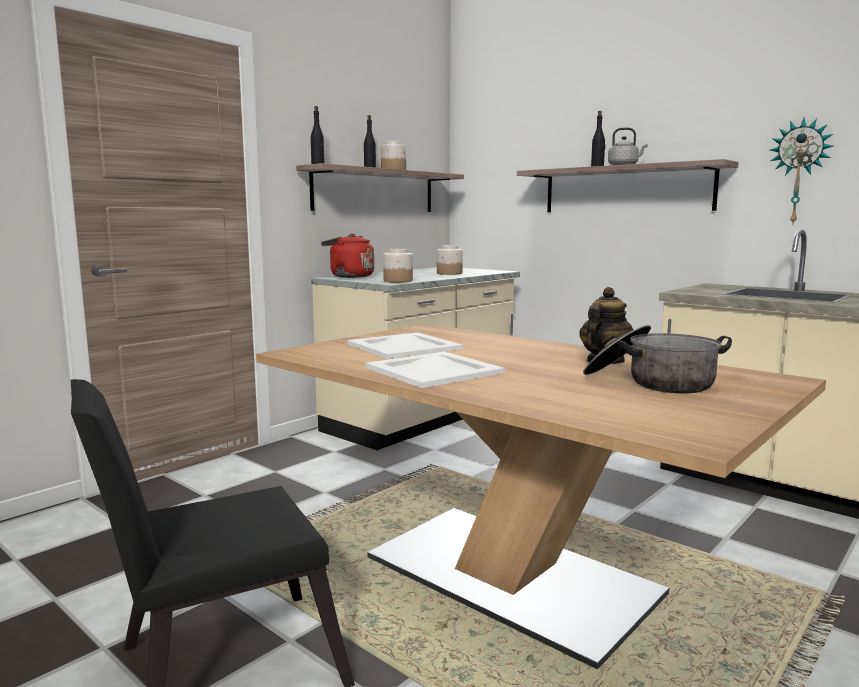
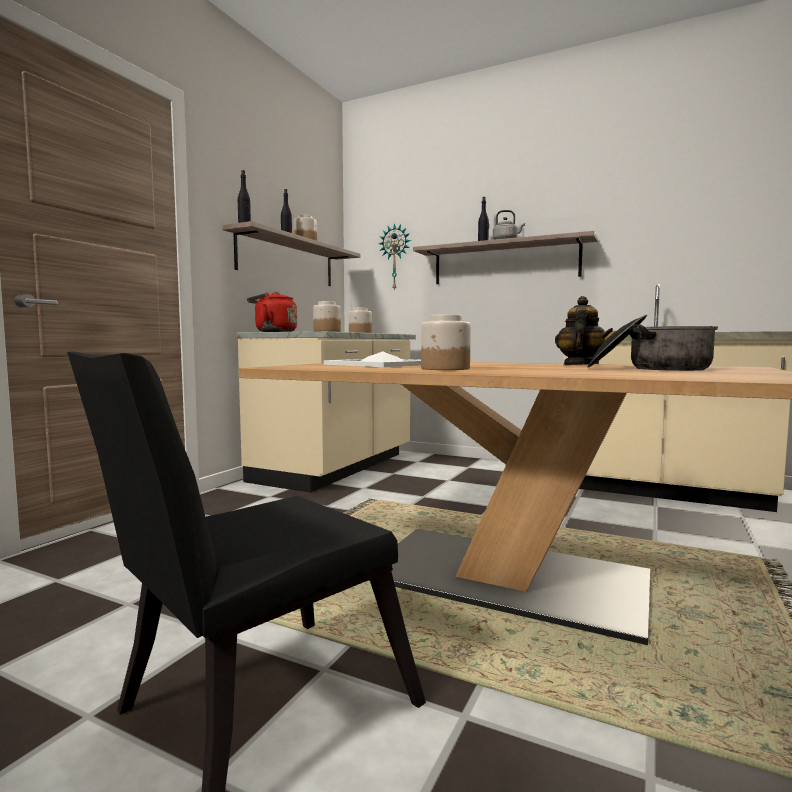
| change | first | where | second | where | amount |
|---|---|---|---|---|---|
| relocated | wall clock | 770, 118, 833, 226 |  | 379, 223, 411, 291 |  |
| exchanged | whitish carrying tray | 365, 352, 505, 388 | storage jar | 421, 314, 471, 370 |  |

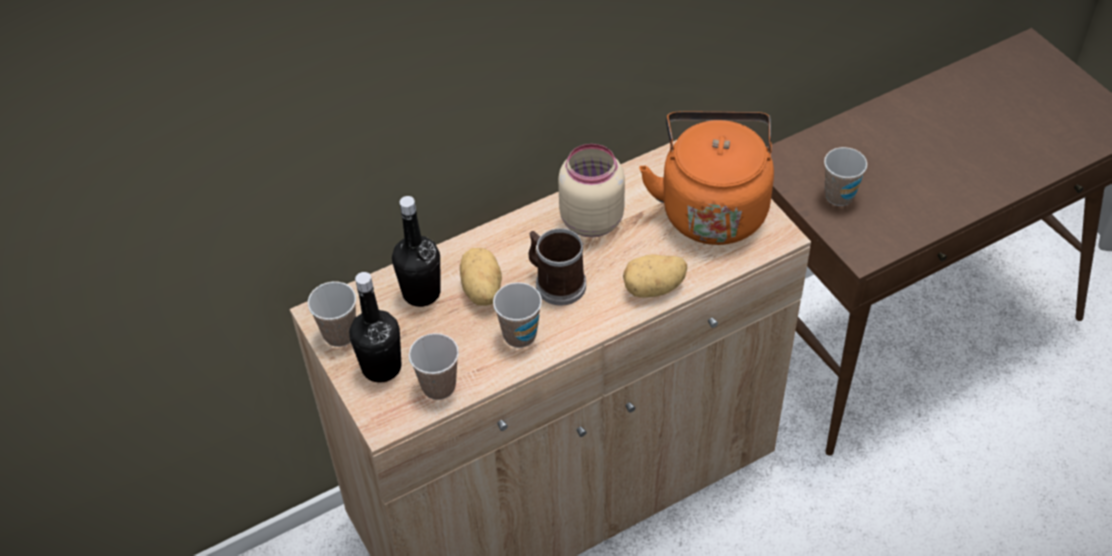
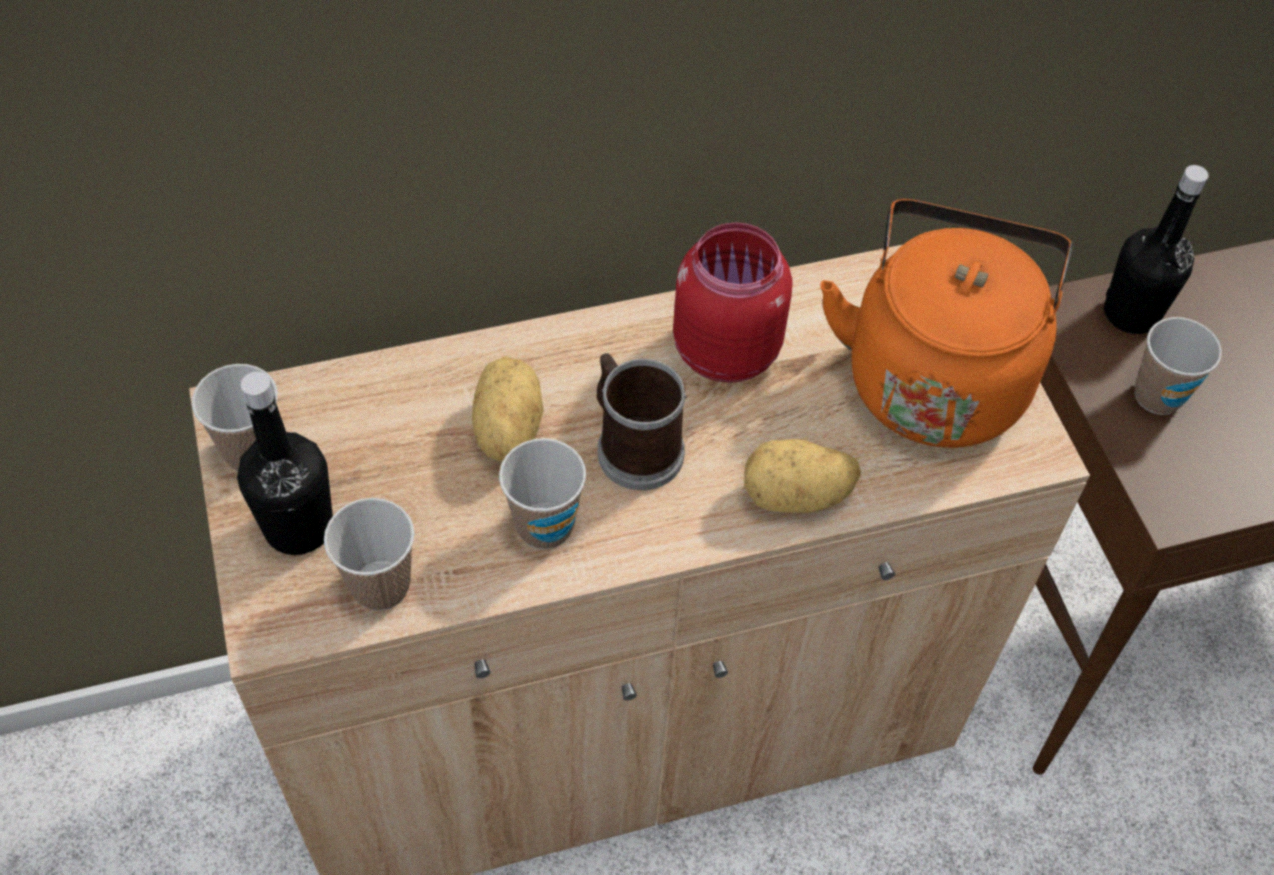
| change | first | where | second | where | amount |
|---|---|---|---|---|---|
| colour | beige storage jar | 558, 144, 625, 238 | red storage jar | 673, 223, 793, 383 |  |
| relocated | black bottle | 392, 196, 441, 307 |  | 1104, 165, 1209, 334 |  |

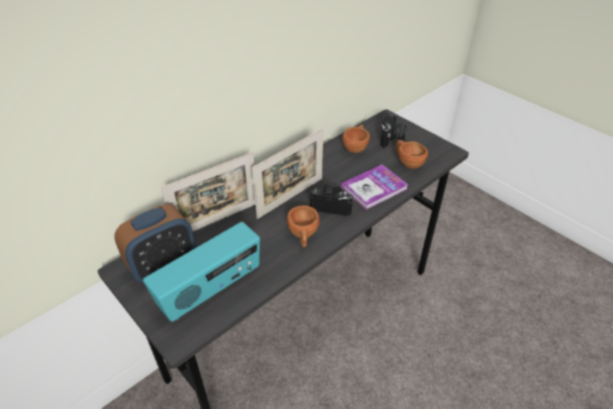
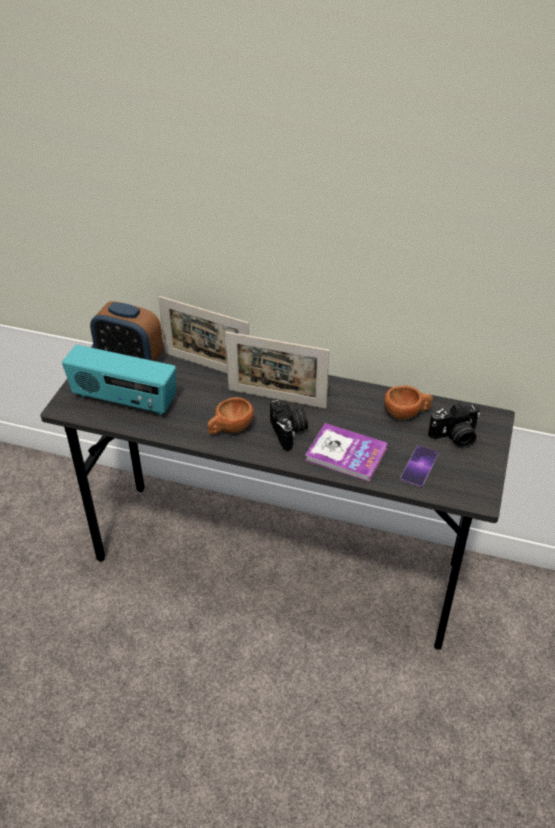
| change | first | where | second | where | amount |
|---|---|---|---|---|---|
| exchanged | brown-coloured cup | 396, 140, 428, 169 | telephone | 400, 445, 439, 487 |  |

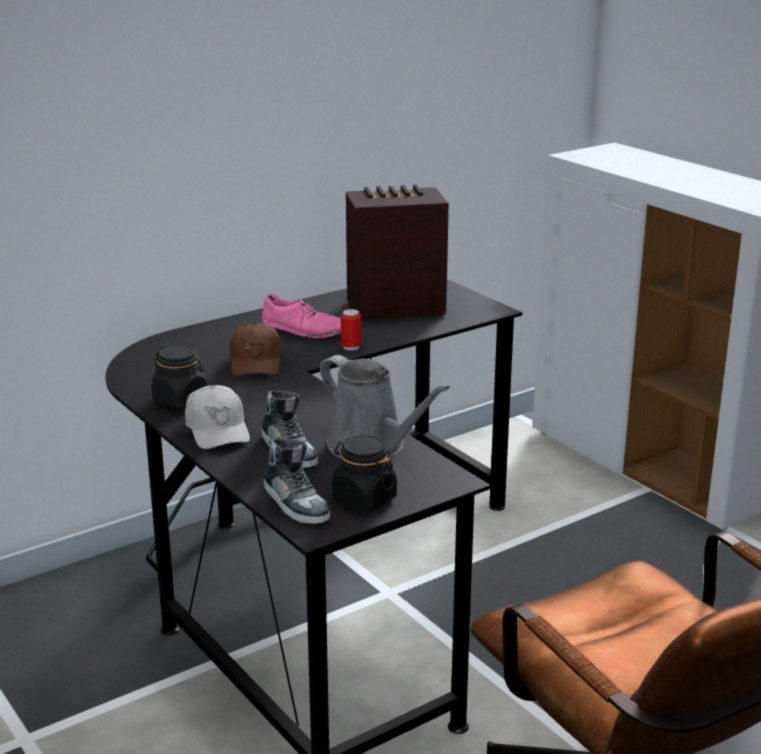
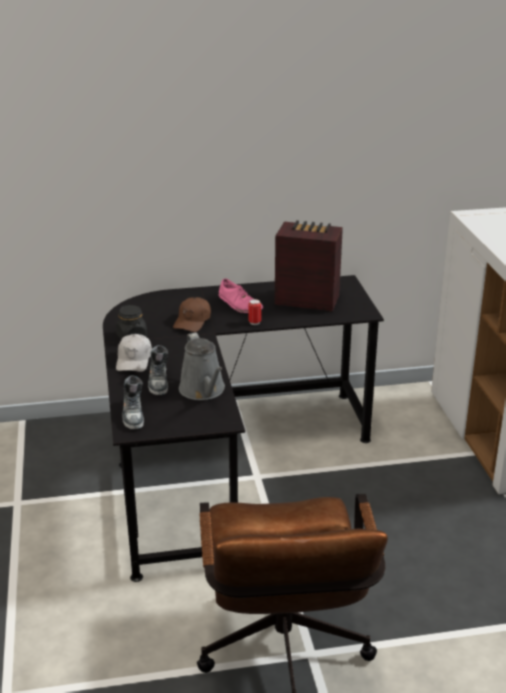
| change | first | where | second | where | amount |
|---|---|---|---|---|---|
| missing | black storage jar | 332, 435, 397, 512 |  |  |  |

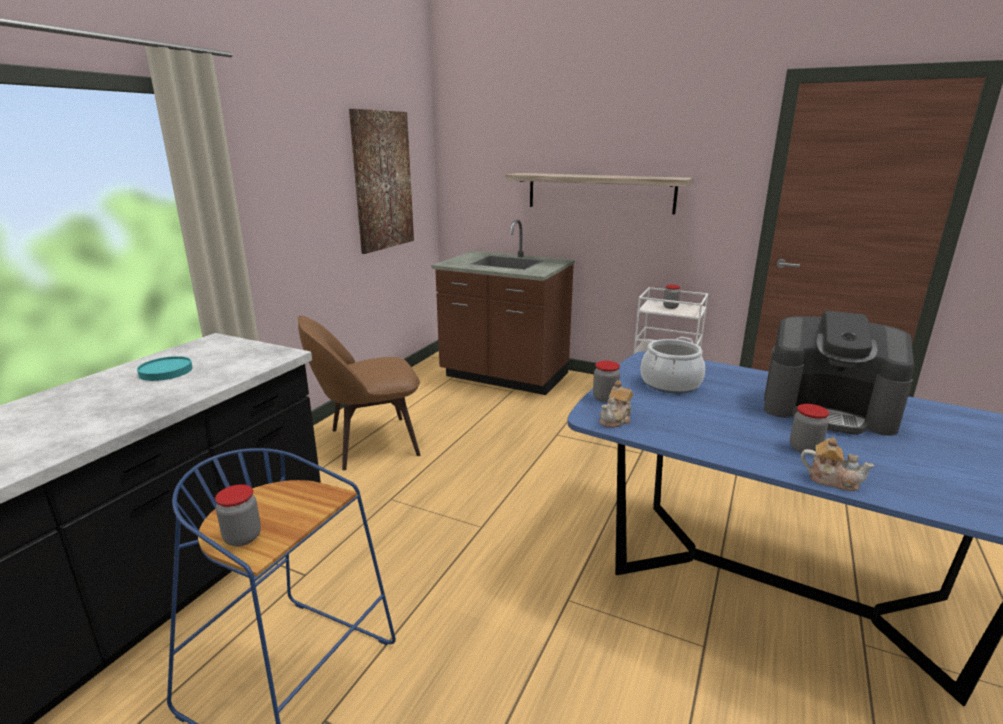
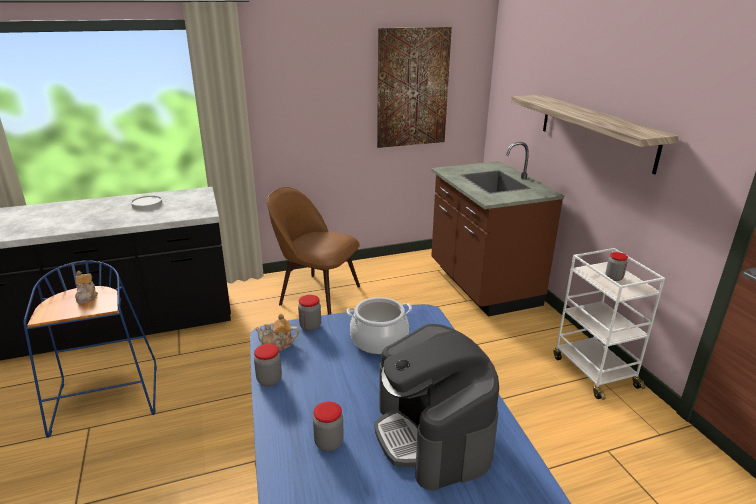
| change | first | where | second | where | amount |
|---|---|---|---|---|---|
| relocated | pot for tea | 801, 437, 875, 491 |  | 75, 271, 98, 304 |  |
| colour | turquoise plate | 137, 356, 193, 381 | whitish plate | 131, 195, 162, 210 |  |
| relocated | storage jar | 215, 485, 261, 546 |  | 254, 344, 282, 386 |  |

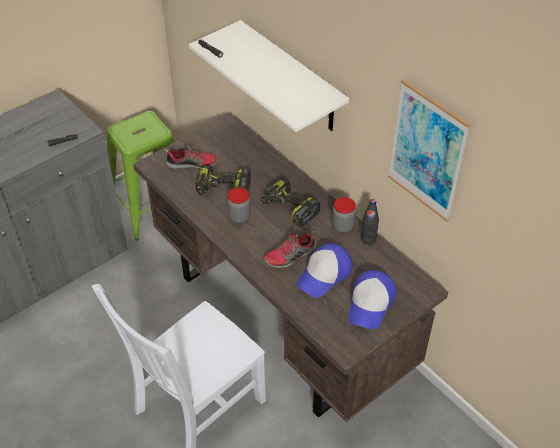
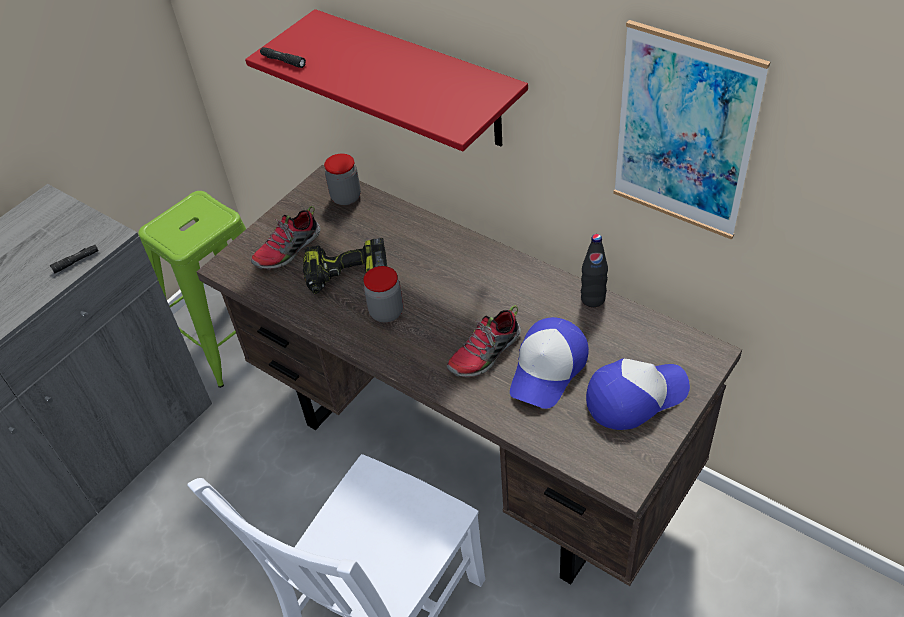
| change | first | where | second | where | amount |
|---|---|---|---|---|---|
| colour | whitish bracket shelf | 189, 20, 350, 132 | red bracket shelf | 245, 9, 528, 151 |  |
| spun | shoe | 165, 146, 218, 169 |  | 251, 206, 320, 270 | 150 degrees clockwise |
| relocated | storage jar | 332, 197, 356, 233 |  | 324, 154, 361, 205 |  |
| spun | cap | 348, 270, 396, 330 |  | 586, 358, 690, 430 | 120 degrees counterclockwise |
| missing | power drill | 261, 177, 320, 227 |  |  |  |

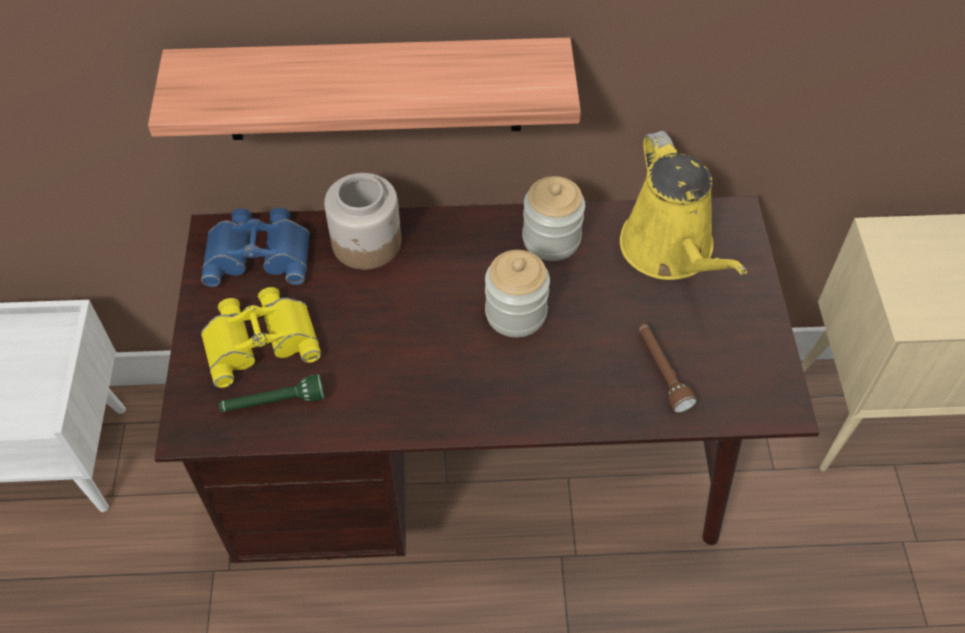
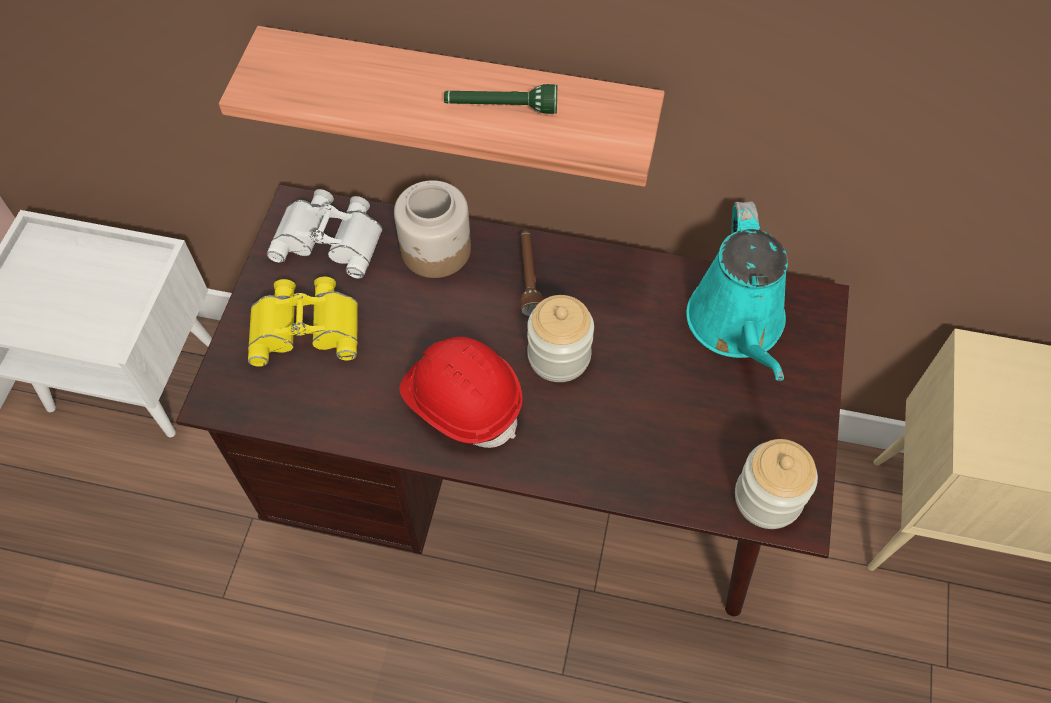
| change | first | where | second | where | amount |
|---|---|---|---|---|---|
| colour | bluish pair of binoculars | 201, 208, 310, 287 | whitish pair of binoculars | 267, 189, 383, 279 |  |
| appeared |  |  | red work helmet | 399, 337, 523, 448 |  |
| relocated | green torch | 219, 374, 325, 412 |  | 444, 84, 557, 114 |  |
| relocated | brown-coloured torch | 638, 323, 697, 413 |  | 520, 230, 544, 317 |  |
| colour | yellowish watering can | 620, 131, 747, 280 | turquoise watering can | 686, 201, 788, 381 |  |
| relocated | storage jar | 522, 176, 585, 261 |  | 735, 439, 818, 529 |  |

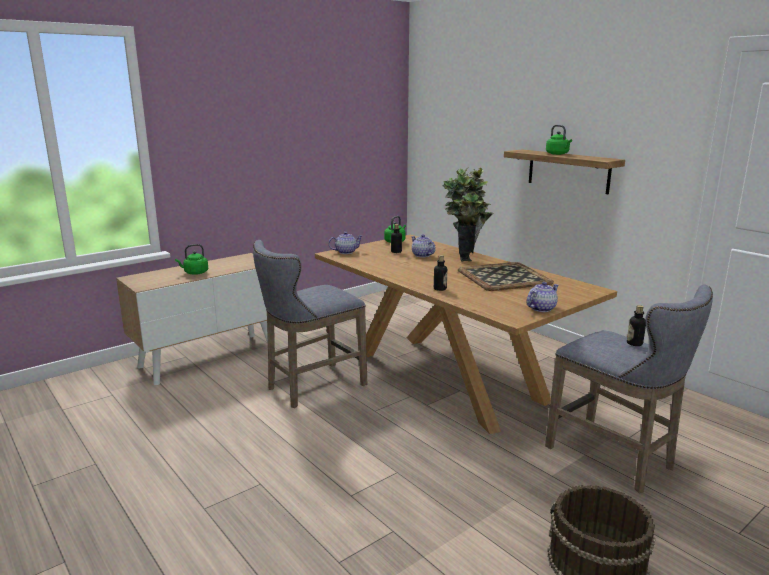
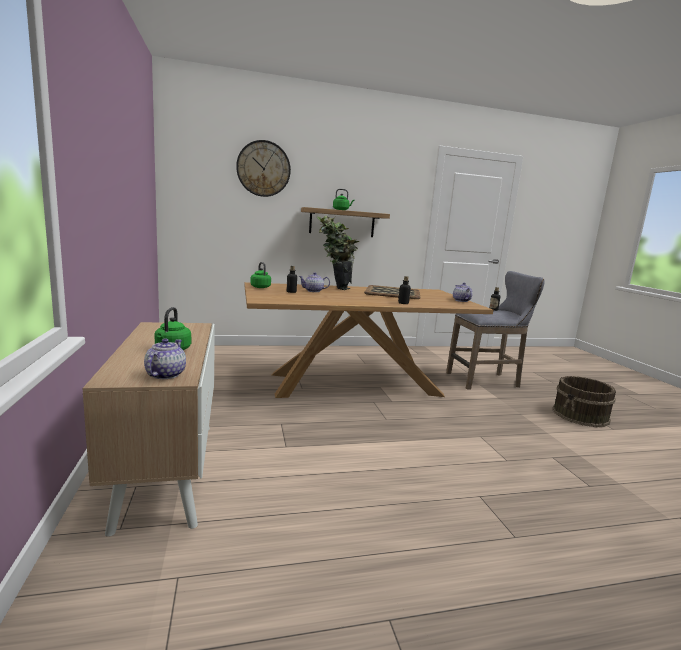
| change | first | where | second | where | amount |
|---|---|---|---|---|---|
| relocated | pot for tea | 328, 232, 363, 254 |  | 144, 338, 186, 379 |  |
| appeared |  |  | wall clock | 236, 140, 291, 197 |  |
| missing | greyish stool seat | 253, 240, 367, 408 |  |  |  |

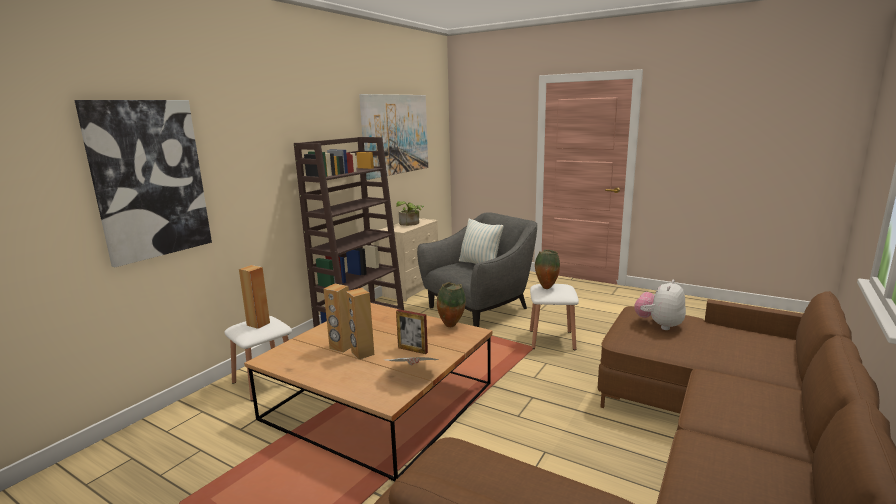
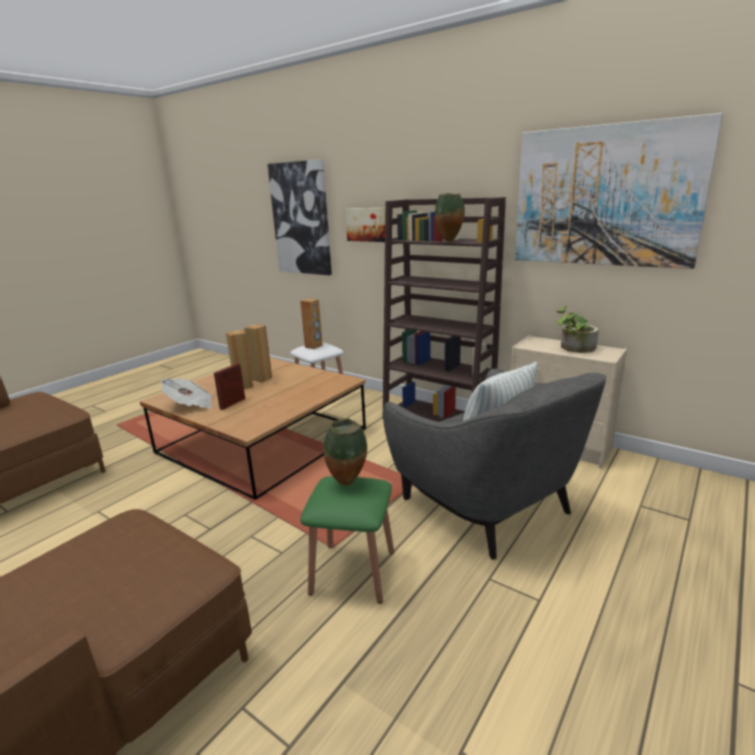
| change | first | where | second | where | amount |
|---|---|---|---|---|---|
| colour | whitish stool seat | 530, 284, 579, 350 | green stool seat | 300, 476, 394, 604 |  |
| appeared |  |  | picture | 345, 208, 385, 242 |  |
| relocated | flower vase | 437, 282, 466, 327 |  | 435, 193, 465, 242 |  |
| missing | soft toy | 634, 280, 686, 330 |  |  |  |

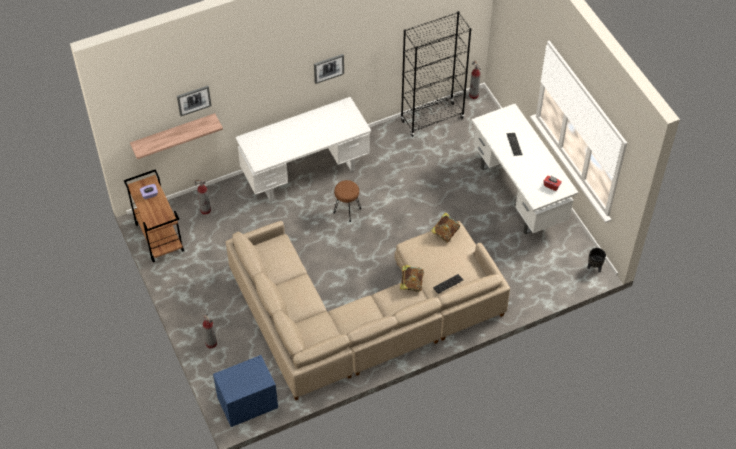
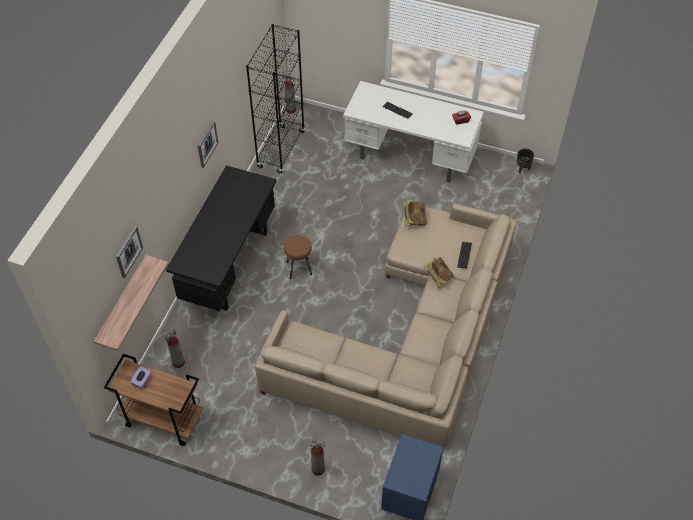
| change | first | where | second | where | amount |
|---|---|---|---|---|---|
| colour | whitish desk | 235, 97, 371, 202 | black desk | 166, 165, 277, 312 |  |

